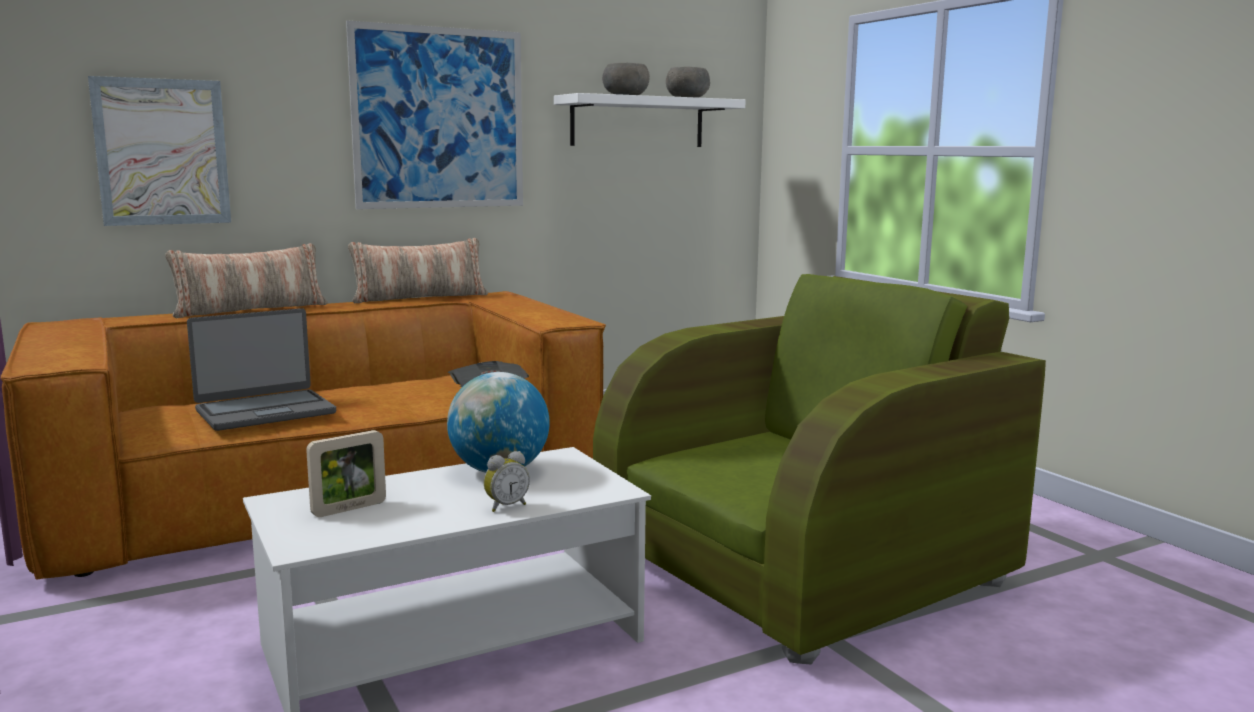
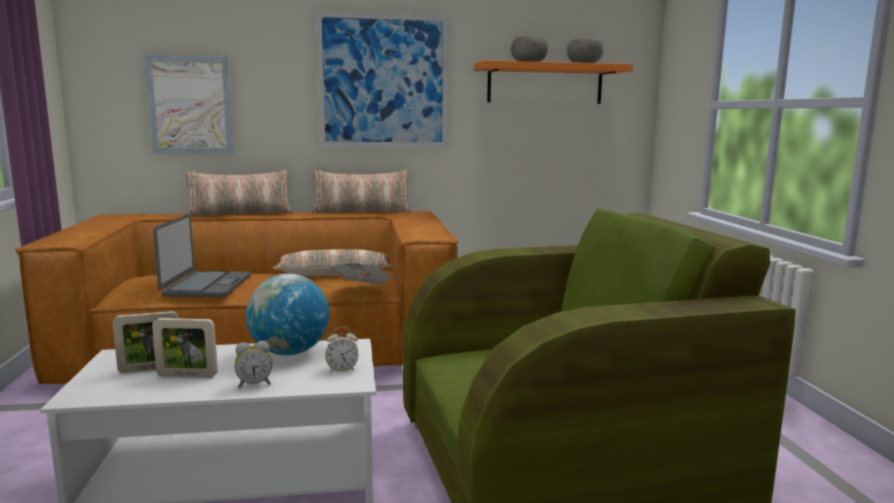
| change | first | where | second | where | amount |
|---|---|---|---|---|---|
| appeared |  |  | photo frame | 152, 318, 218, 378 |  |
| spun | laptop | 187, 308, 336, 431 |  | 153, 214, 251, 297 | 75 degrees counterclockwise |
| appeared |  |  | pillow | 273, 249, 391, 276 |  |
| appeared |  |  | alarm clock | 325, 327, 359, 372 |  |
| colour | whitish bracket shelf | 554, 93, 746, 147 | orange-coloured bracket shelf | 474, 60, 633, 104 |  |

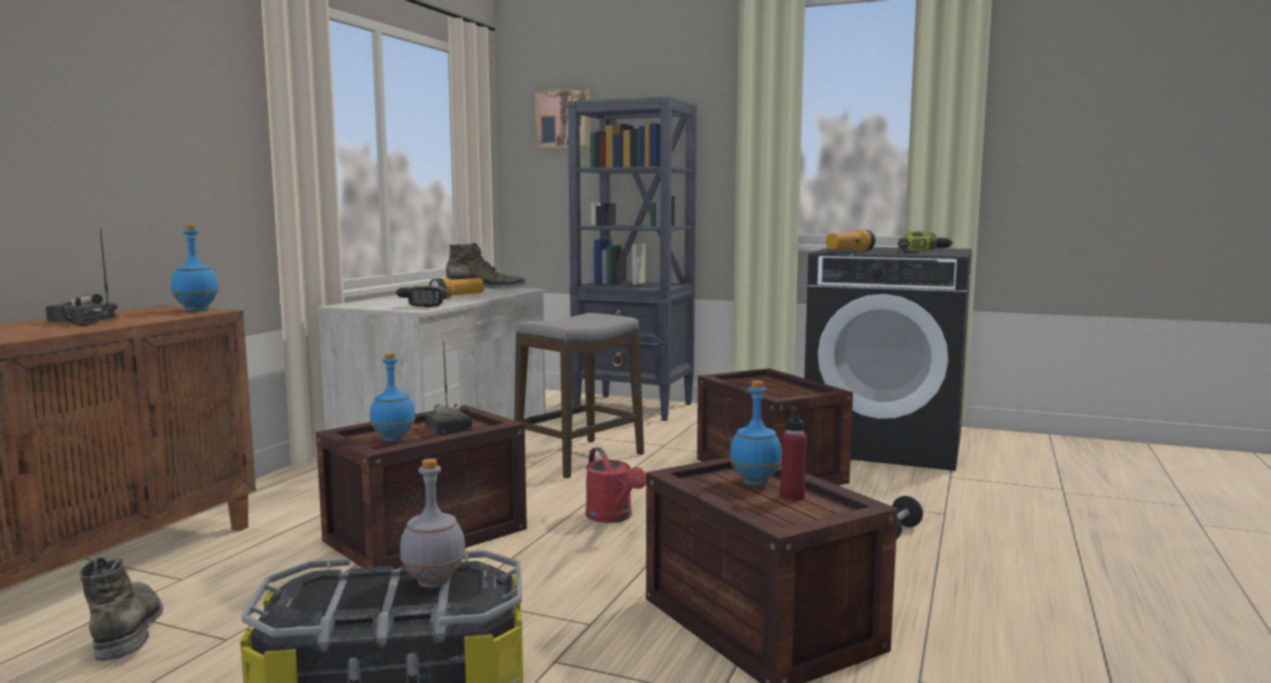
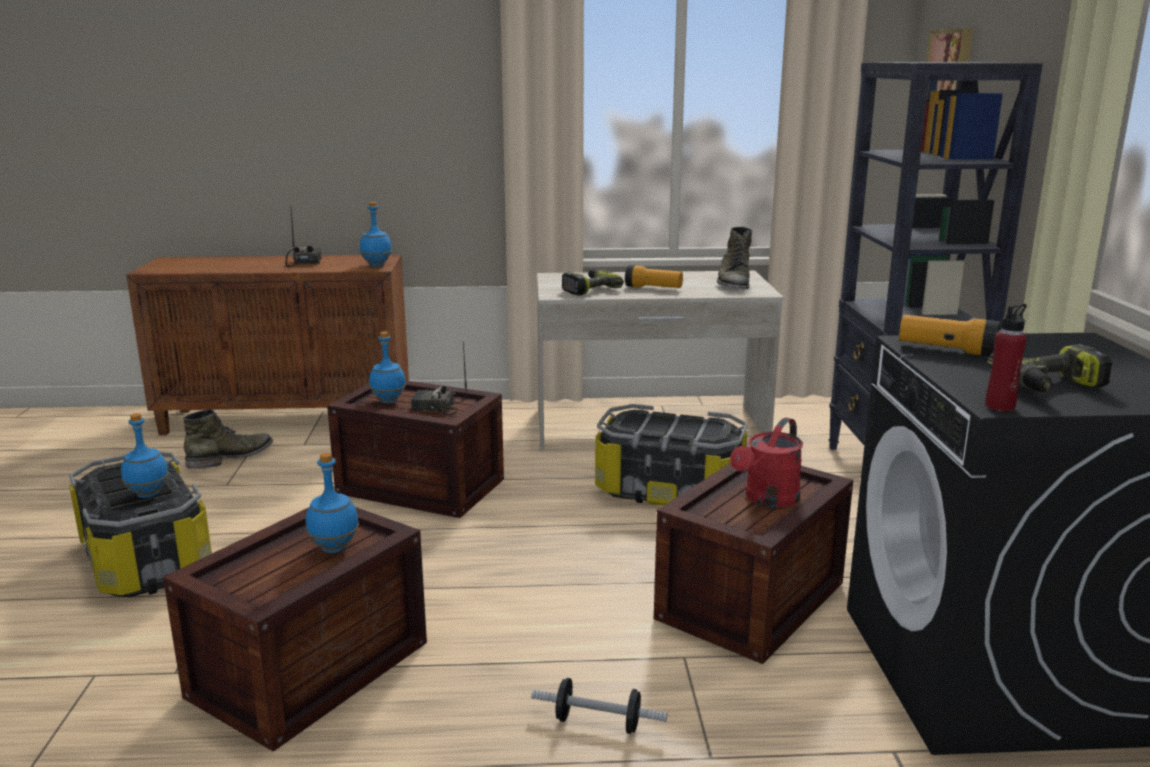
| change | first | where | second | where | amount |
|---|---|---|---|---|---|
| colour | greyish bottle | 400, 458, 466, 588 | bluish bottle | 121, 413, 169, 498 |  |
| spun | radio set | 425, 341, 472, 436 |  | 411, 342, 467, 416 | 60 degrees clockwise |
| exchanged | stool seat | 514, 313, 644, 479 | storage box | 595, 404, 747, 506 |  |
| spun | green high-top boot | 446, 243, 526, 288 |  | 717, 227, 752, 289 | 45 degrees clockwise |
| relocated | red watering can | 586, 447, 646, 523 |  | 730, 418, 803, 508 |  |
| relocated | red bottle | 780, 406, 807, 501 |  | 985, 303, 1027, 411 |  |

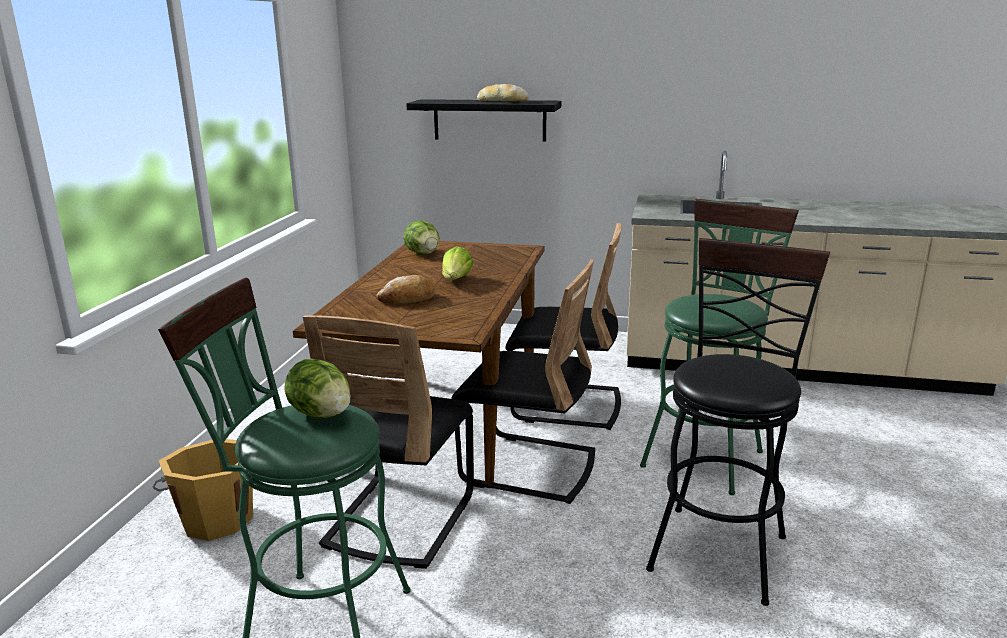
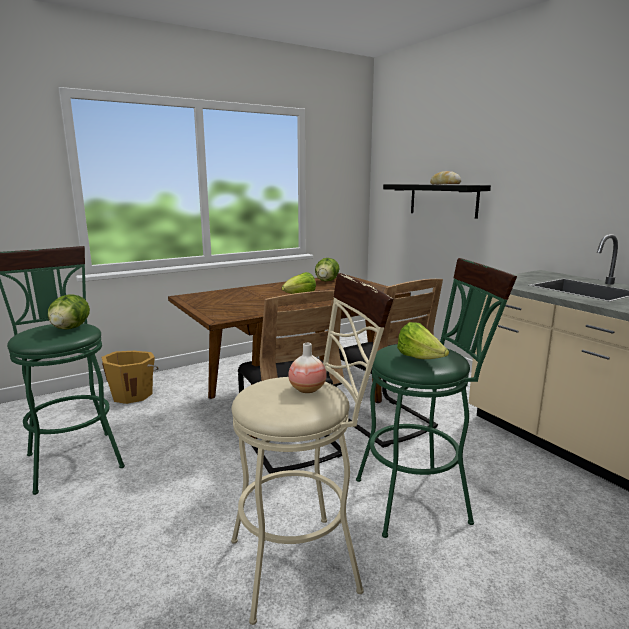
| change | first | where | second | where | amount |
|---|---|---|---|---|---|
| colour | black stool seat | 646, 238, 830, 606 | beige stool seat | 231, 273, 393, 625 |  |
| appeared |  |  | flower vase | 288, 343, 326, 393 |  |
| appeared |  |  | head of lettuce | 397, 322, 449, 359 |  |
| missing | black chair | 303, 315, 474, 569 |  |  |  |
| missing | bread | 376, 275, 436, 304 |  |  |  |

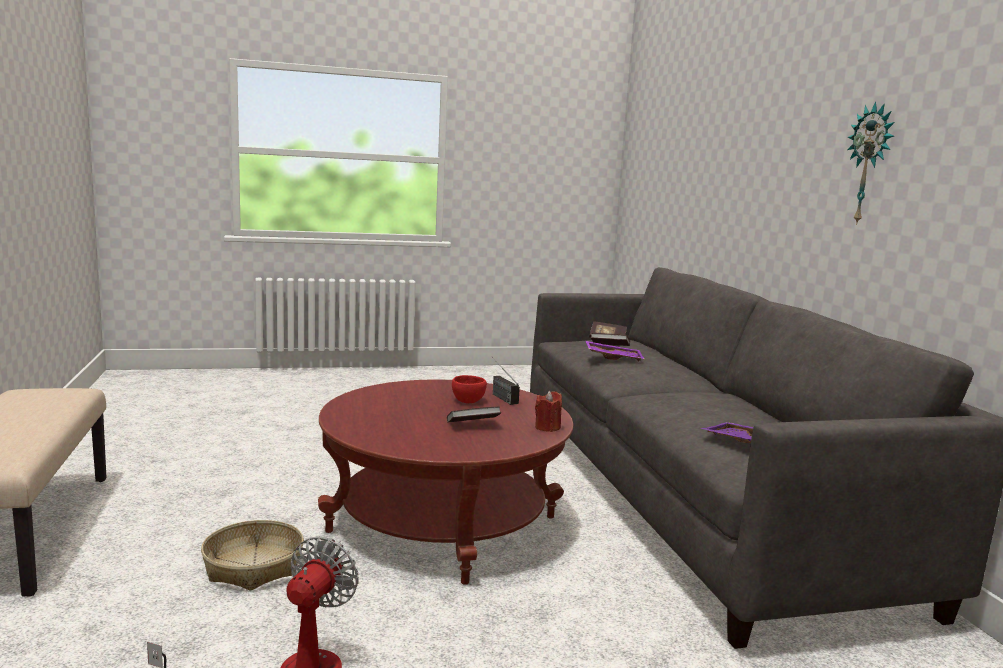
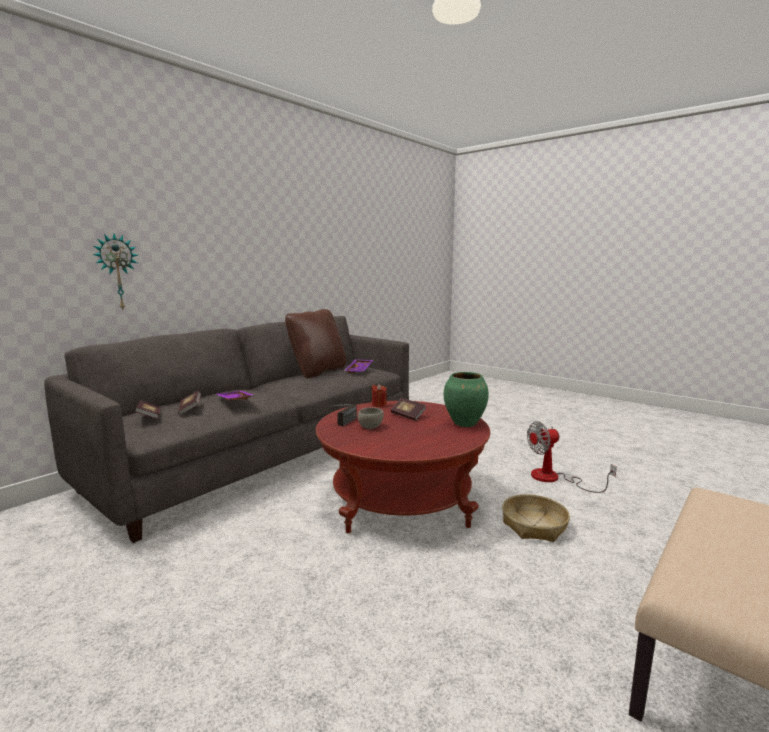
| change | first | where | second | where | amount |
|---|---|---|---|---|---|
| relocated | wall clock | 847, 101, 895, 225 |  | 93, 233, 138, 310 |  |
| appeared |  |  | brown-coloured pillow | 285, 309, 347, 378 |  |
| colour | red deep dish | 452, 375, 487, 403 | greyish deep dish | 358, 408, 384, 429 |  |
| appeared |  |  | green flower vase | 444, 372, 489, 427 |  |

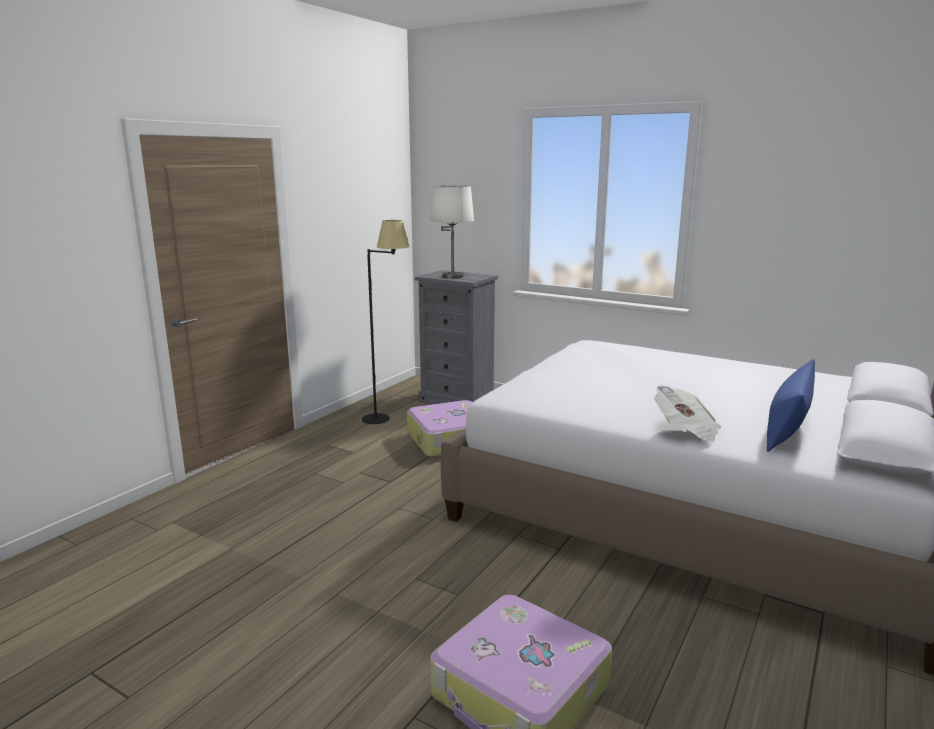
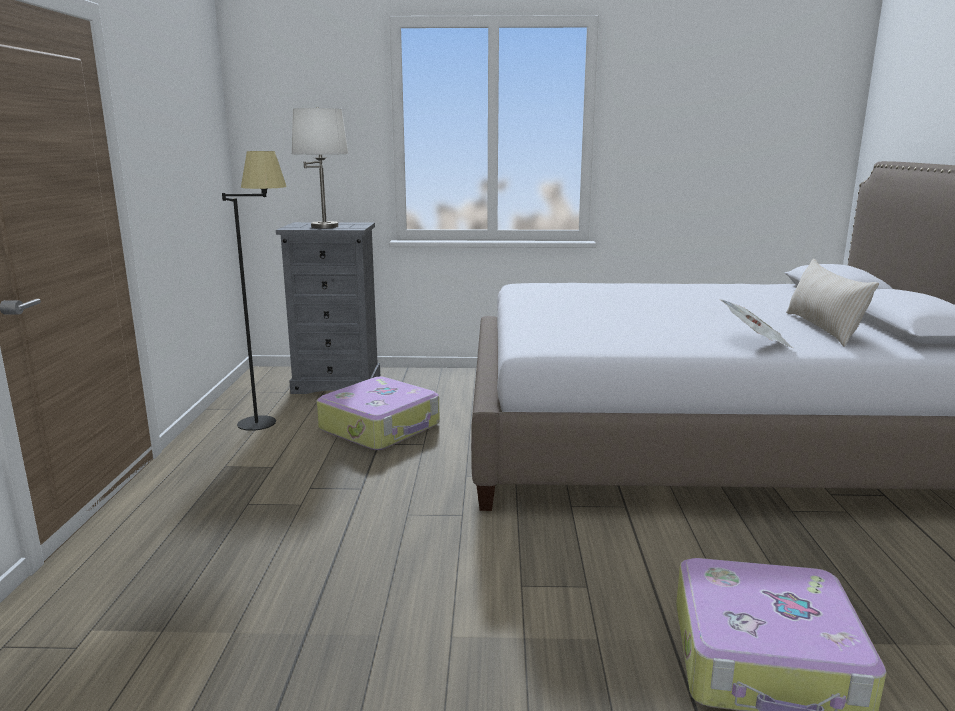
| change | first | where | second | where | amount |
|---|---|---|---|---|---|
| colour | bluish pillow | 767, 359, 815, 452 | beige pillow | 786, 259, 879, 347 |  |

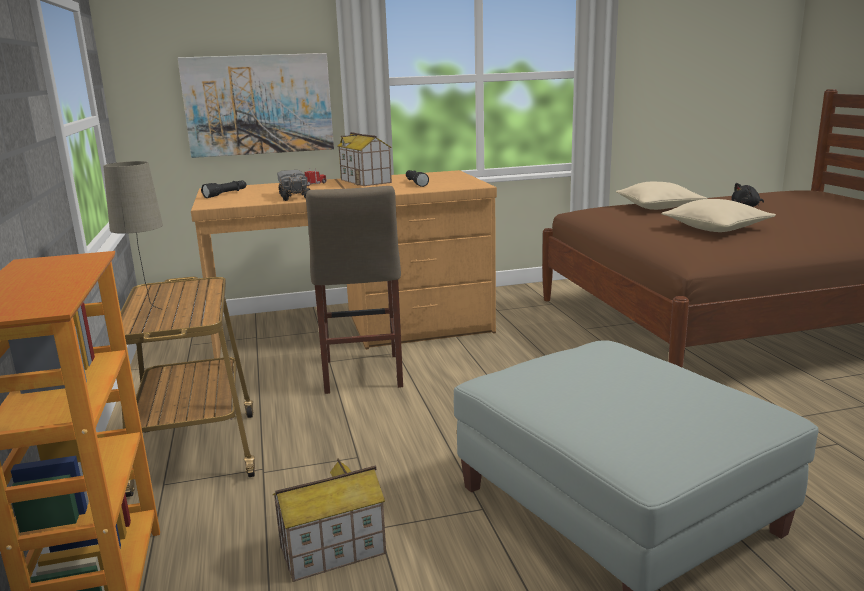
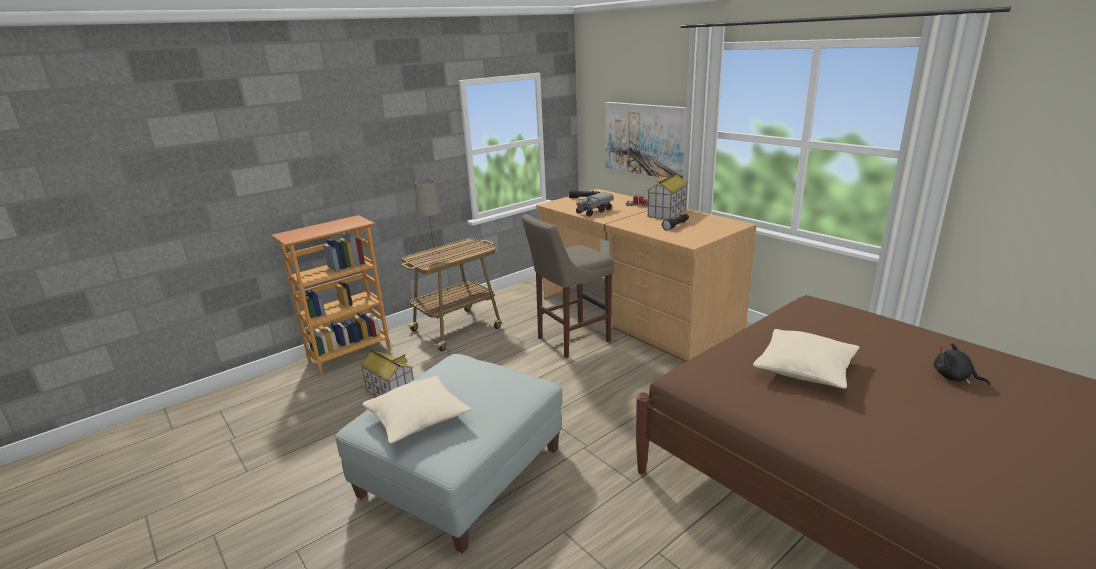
| change | first | where | second | where | amount |
|---|---|---|---|---|---|
| relocated | beige pillow | 616, 182, 707, 210 |  | 362, 376, 471, 444 |  |

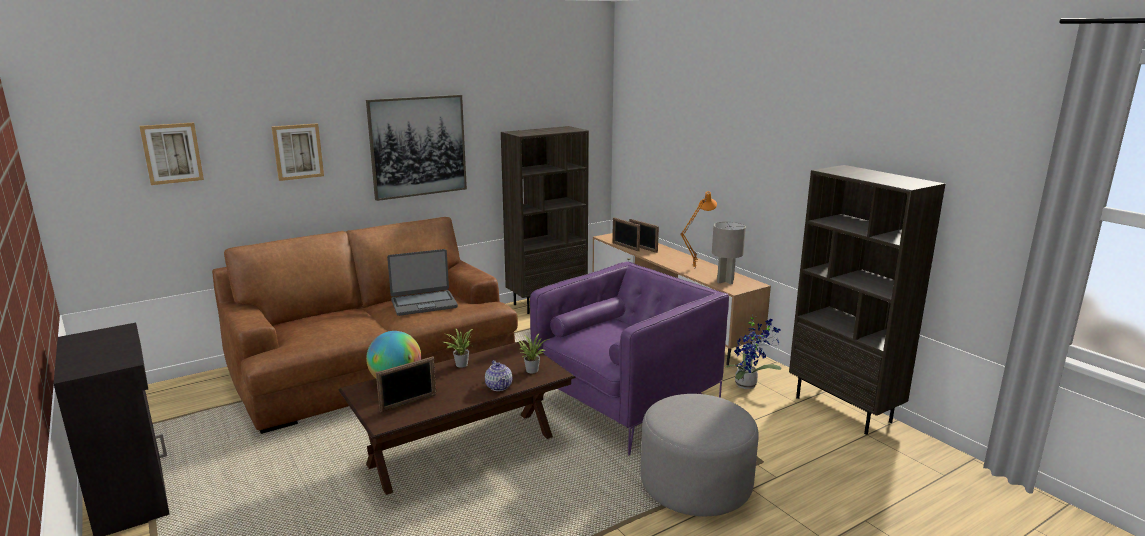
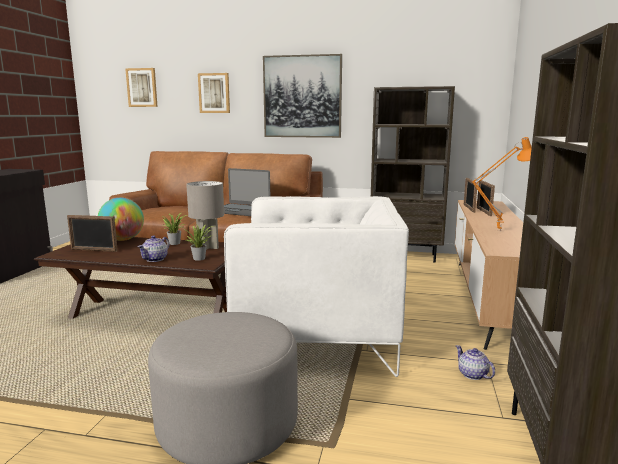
| change | first | where | second | where | amount |
|---|---|---|---|---|---|
| relocated | greyish table lamp | 712, 222, 746, 284 |  | 186, 181, 224, 250 |  |
| colour | purple lounge chair | 530, 262, 729, 455 | whitish lounge chair | 224, 196, 409, 377 |  |
| exchanged | houseplant | 726, 315, 782, 389 | pot for tea | 456, 345, 495, 380 |  |

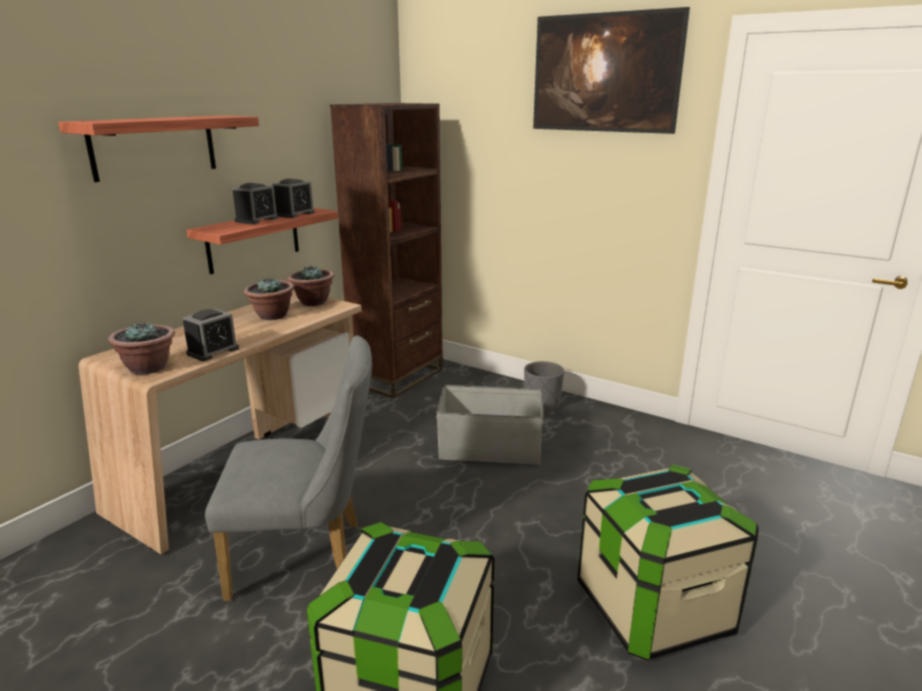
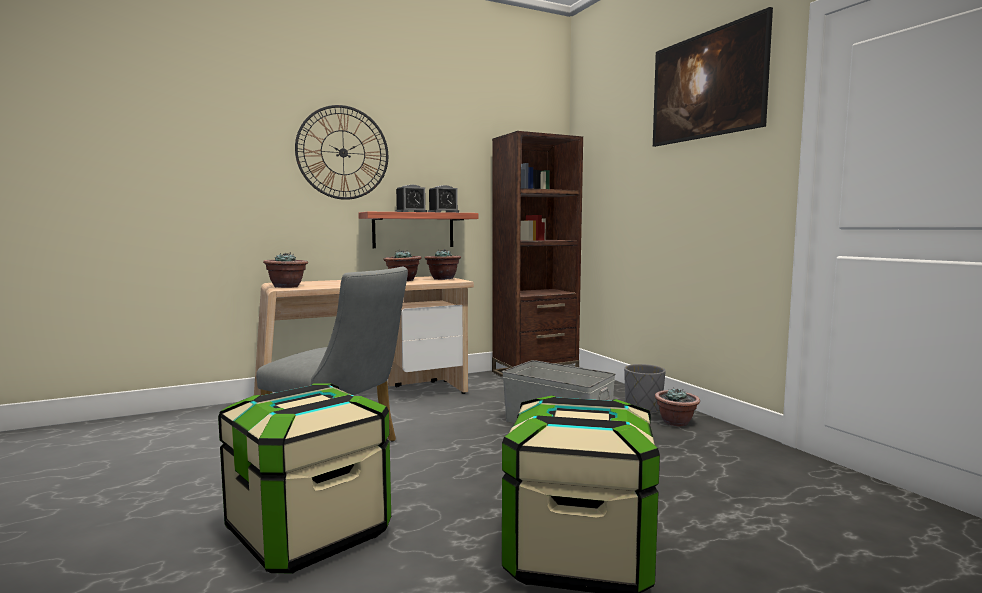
| change | first | where | second | where | amount |
|---|---|---|---|---|---|
| exchanged | bracket shelf | 58, 115, 259, 182 | wall clock | 295, 105, 388, 200 |  |
| appeared |  |  | houseplant | 655, 389, 700, 426 |  |
| missing | alarm clock | 183, 308, 239, 361 |  |  |  |

